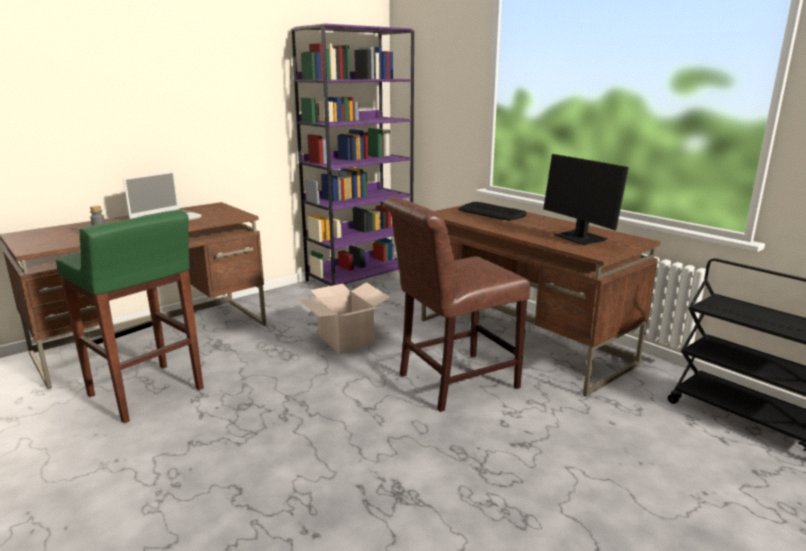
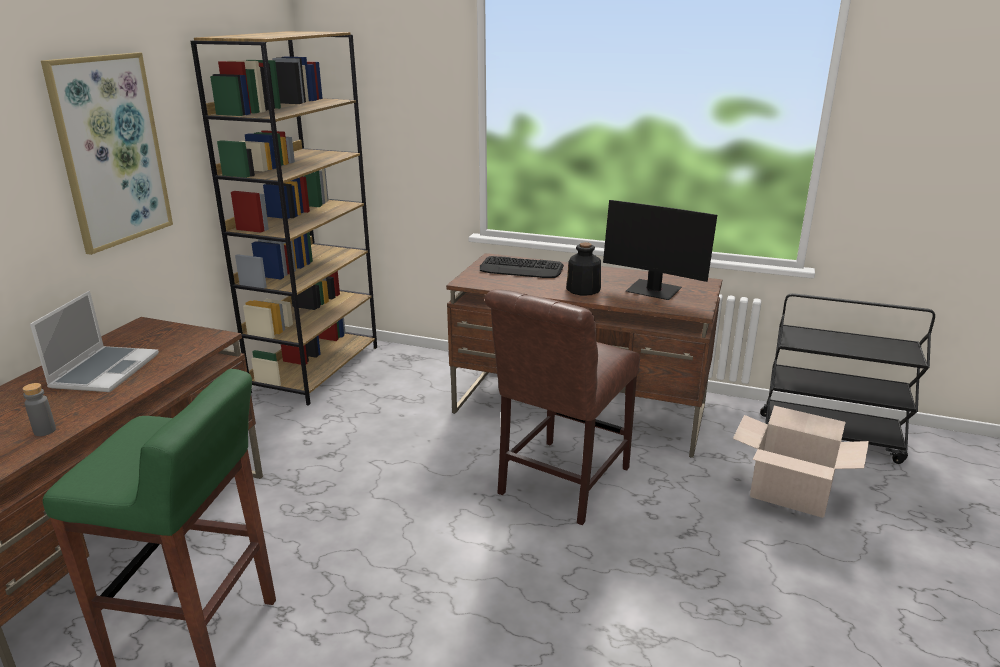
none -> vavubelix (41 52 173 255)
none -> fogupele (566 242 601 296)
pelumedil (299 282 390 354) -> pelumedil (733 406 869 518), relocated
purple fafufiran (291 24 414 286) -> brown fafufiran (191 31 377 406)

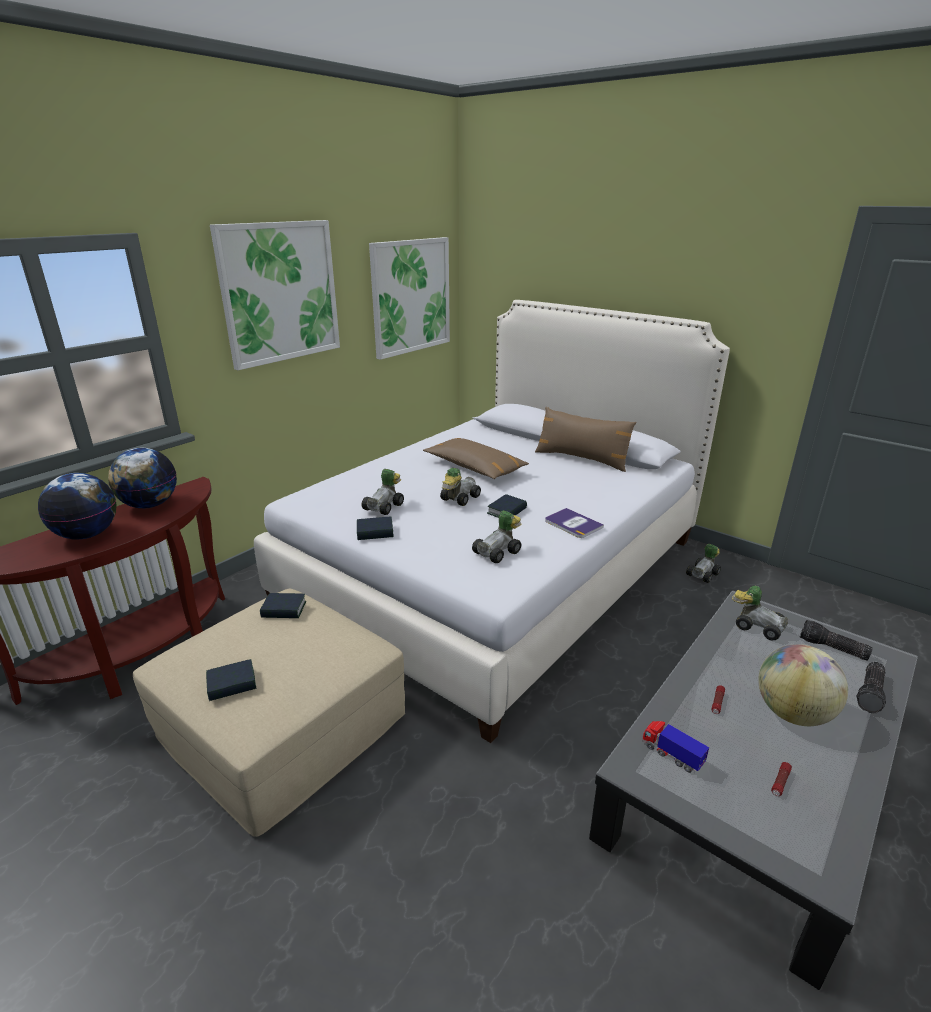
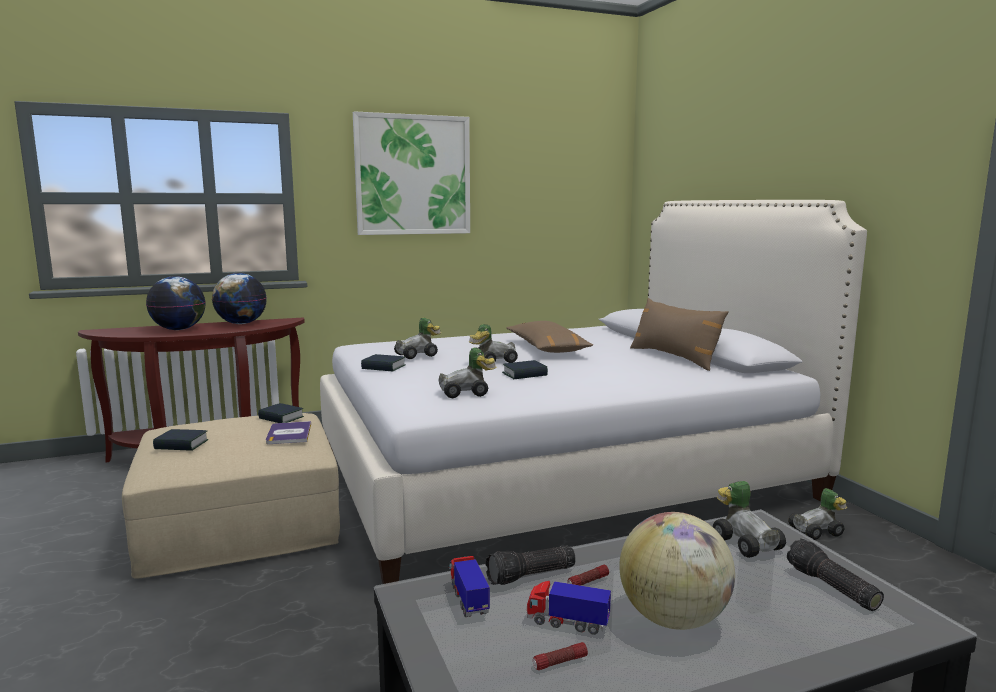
vavubelix (369 237 450 360) -> none
none -> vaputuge (527 581 611 635)
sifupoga (545 508 604 538) -> sifupoga (266 421 311 444), relocated
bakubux (857 662 886 713) -> bakubux (485 546 576 585), relocated

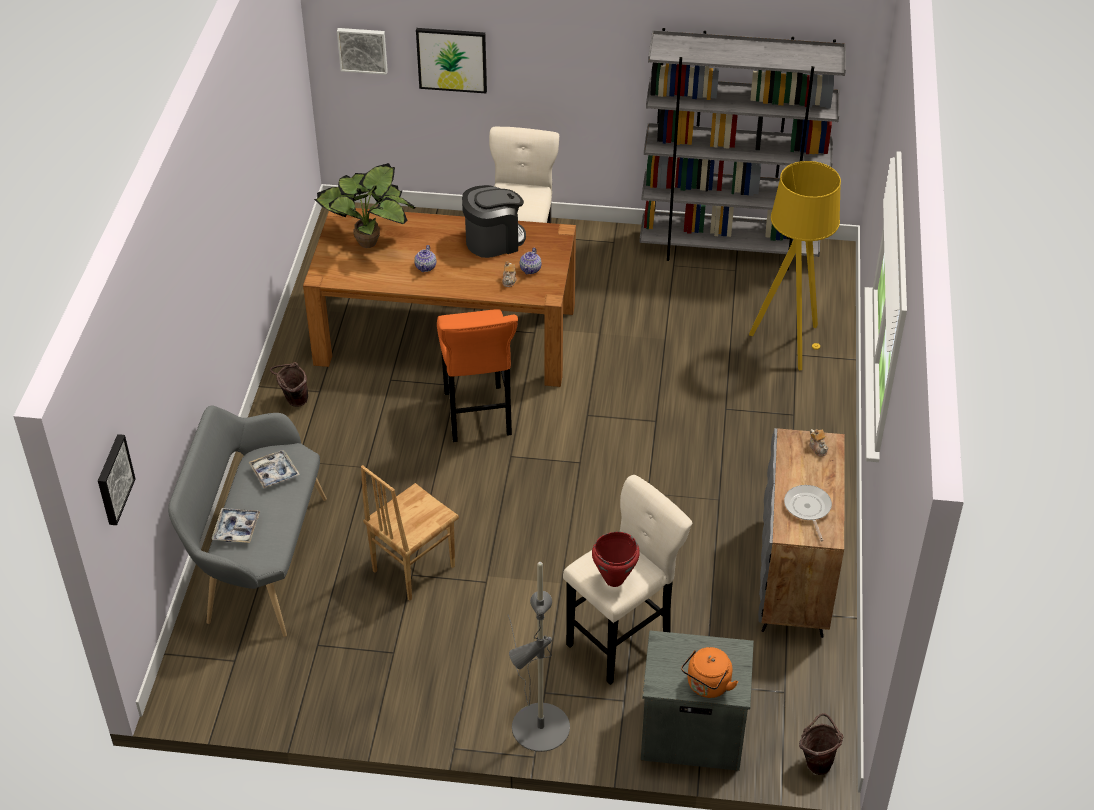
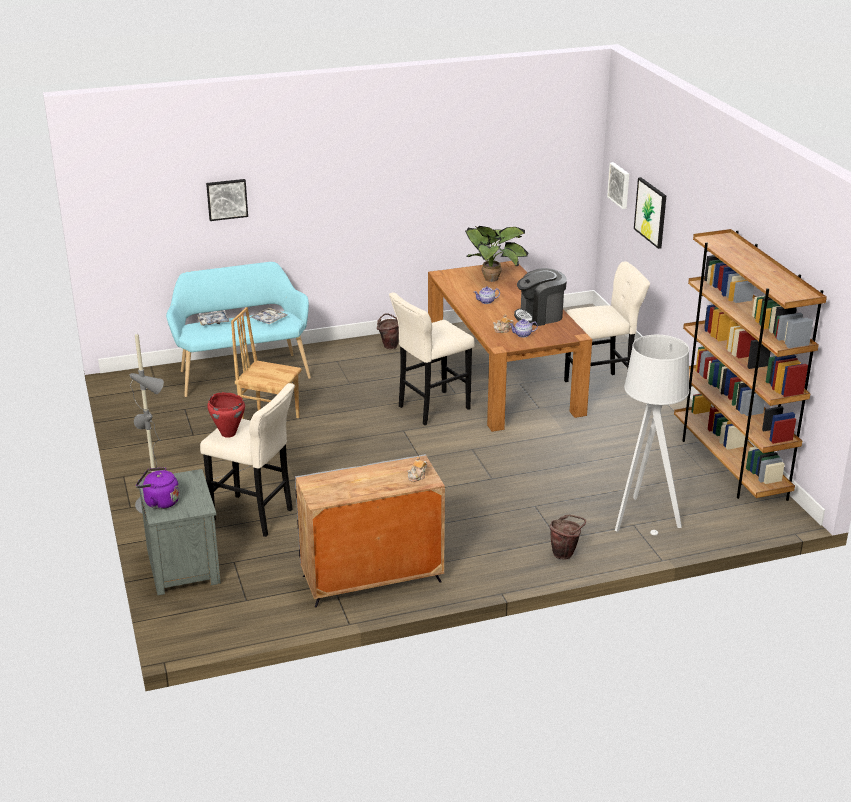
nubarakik (784 485 832 541) -> none
vavubelix (98 434 136 525) -> vavubelix (206 179 248 221), relocated
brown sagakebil (799 713 844 775) -> brown sagakebil (550 515 586 559), relocated
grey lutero (168 405 327 637) -> turquoise lutero (166 262 311 397)
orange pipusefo (437 309 518 442) -> beige pipusefo (389 292 475 425)
grey fafufiran (639 28 846 270) -> brown fafufiran (674 229 827 501)
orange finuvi (681 647 738 698) -> purple finuvi (136 467 179 509)
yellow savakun (749 161 841 371) -> grey savakun (615 335 689 535)
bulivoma (462 185 526 258) -> bulivoma (514 268 567 326), 120 degrees clockwise

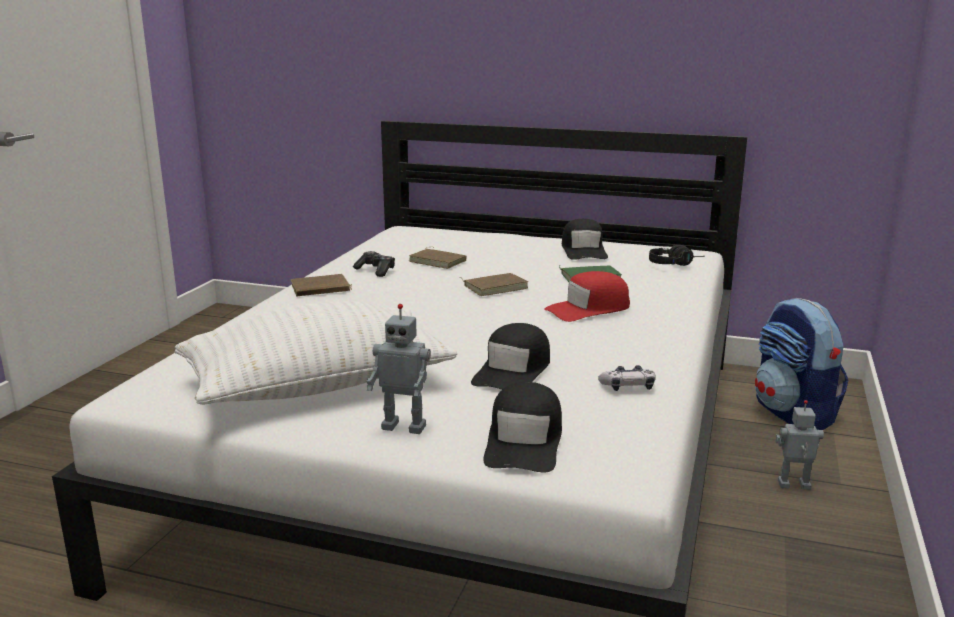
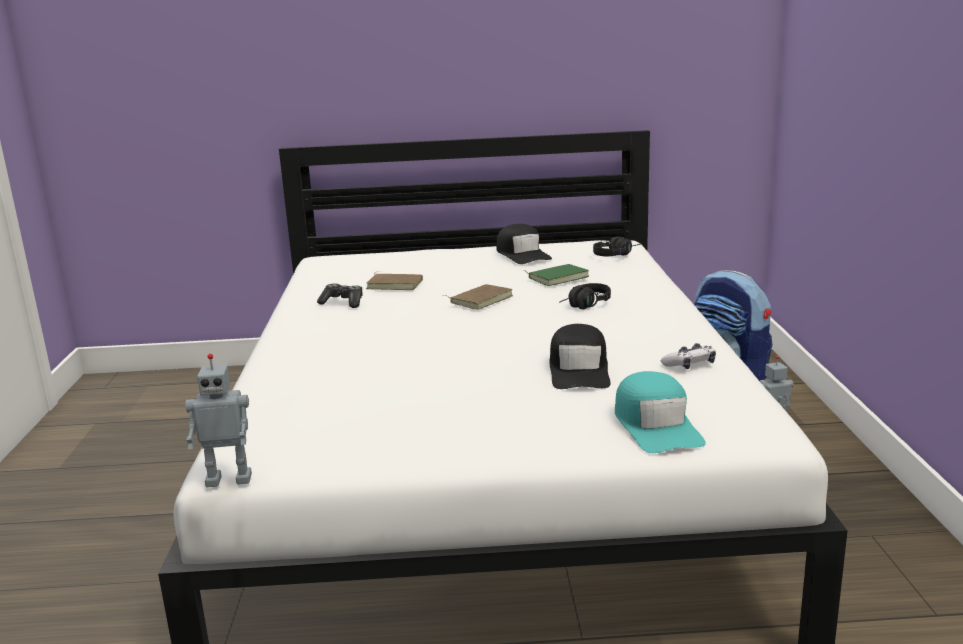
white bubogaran (175 301 457 405) -> none
brown sifupoga (291 274 352 296) -> none
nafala (366 304 431 434) -> nafala (186 354 252 487), relocated
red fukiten (544 271 630 322) -> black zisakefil (560 283 611 309)
black fukiten (483 382 562 472) -> turquoise fukiten (615 371 706 453)

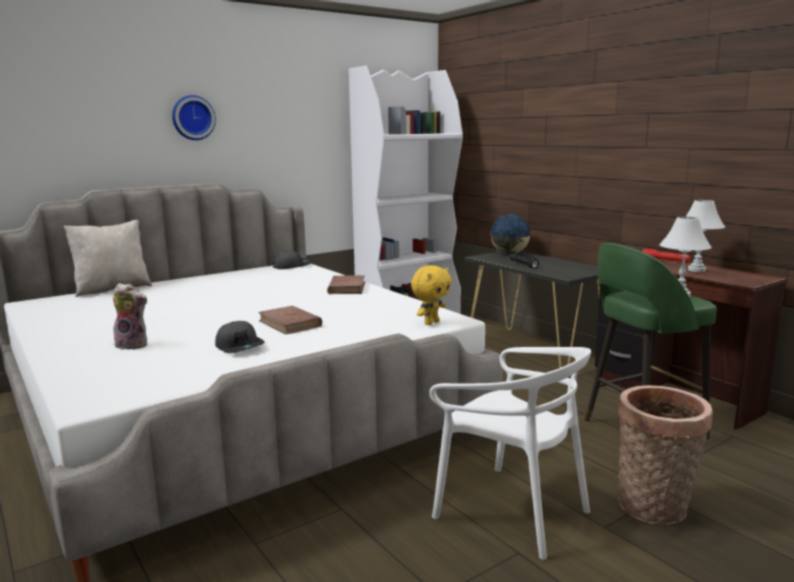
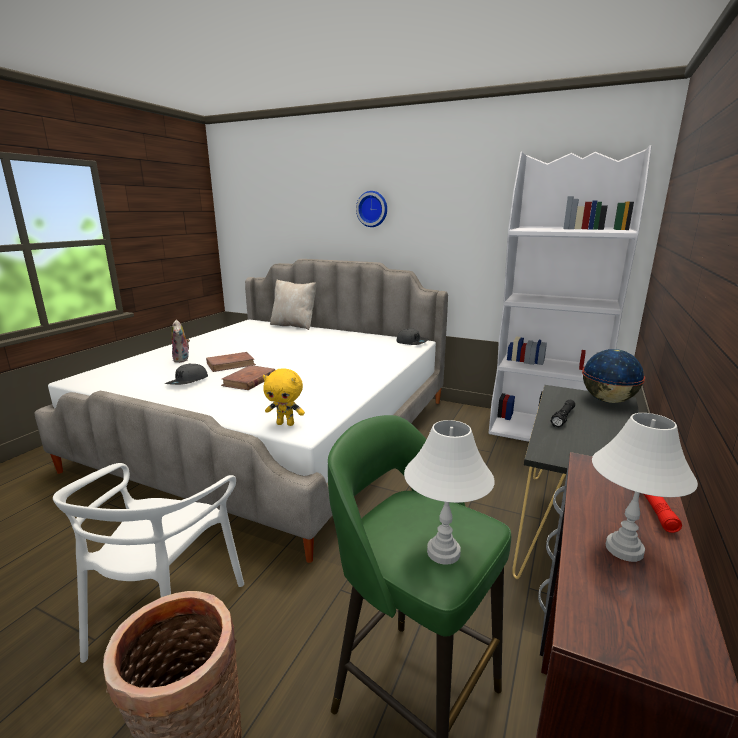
brown sifupoga (327 275 365 294) -> brown sifupoga (206 352 256 372), relocated

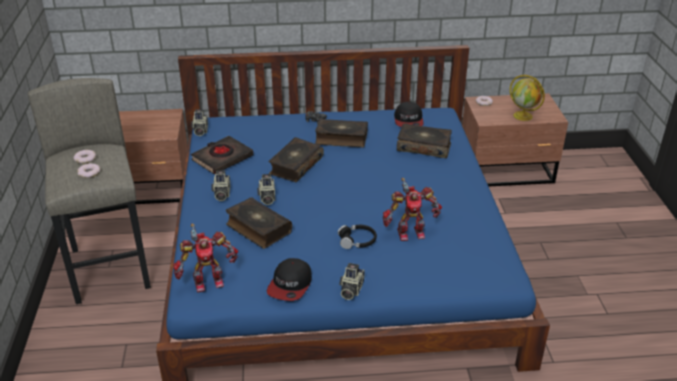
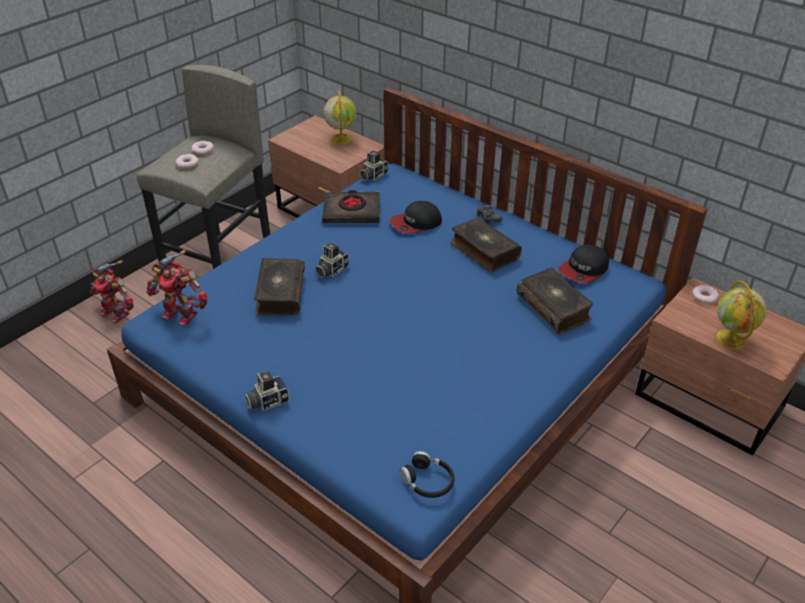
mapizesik (211 170 230 201) -> none
sifupoga (269 137 324 182) -> none
none -> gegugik (323 91 357 144)
fukiten (267 258 312 301) -> fukiten (390 201 442 233), relocated
black zisakefil (338 225 377 249) -> black zisakefil (400 451 454 498), relocated
nafala (383 178 442 241) -> nafala (89 260 133 323), relocated

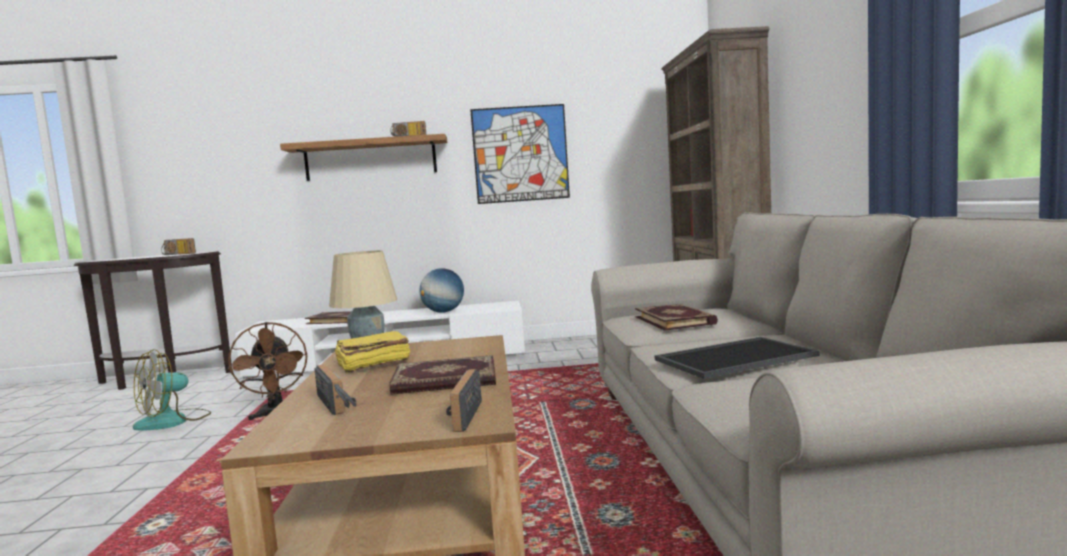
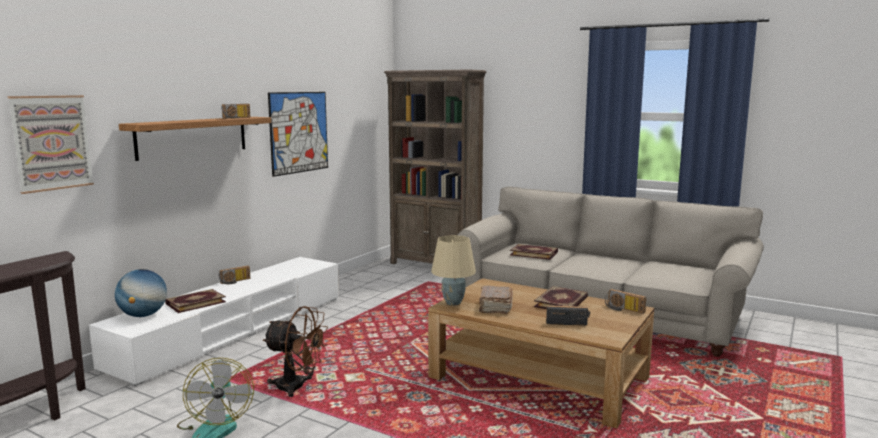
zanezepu (654 337 820 379) -> none
none -> vavubelix (7 95 94 194)
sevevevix (161 238 196 255) -> sevevevix (219 266 250 284), relocated
gegugik (419 268 464 313) -> gegugik (115 269 167 317), relocated
yellow sifupoga (335 331 410 373) -> brown sifupoga (479 285 513 314)

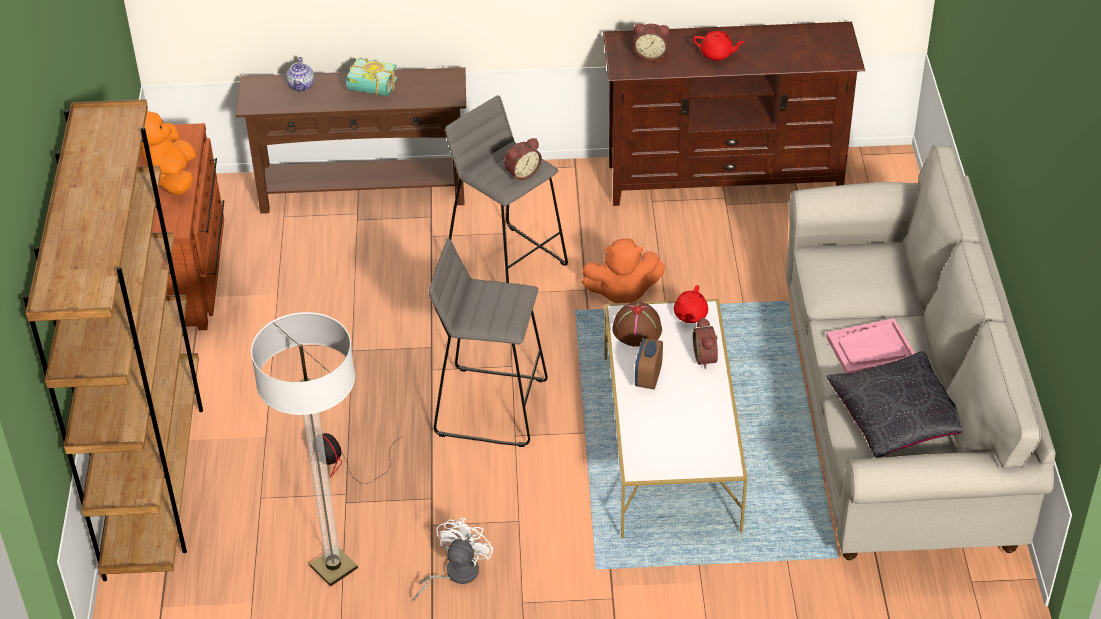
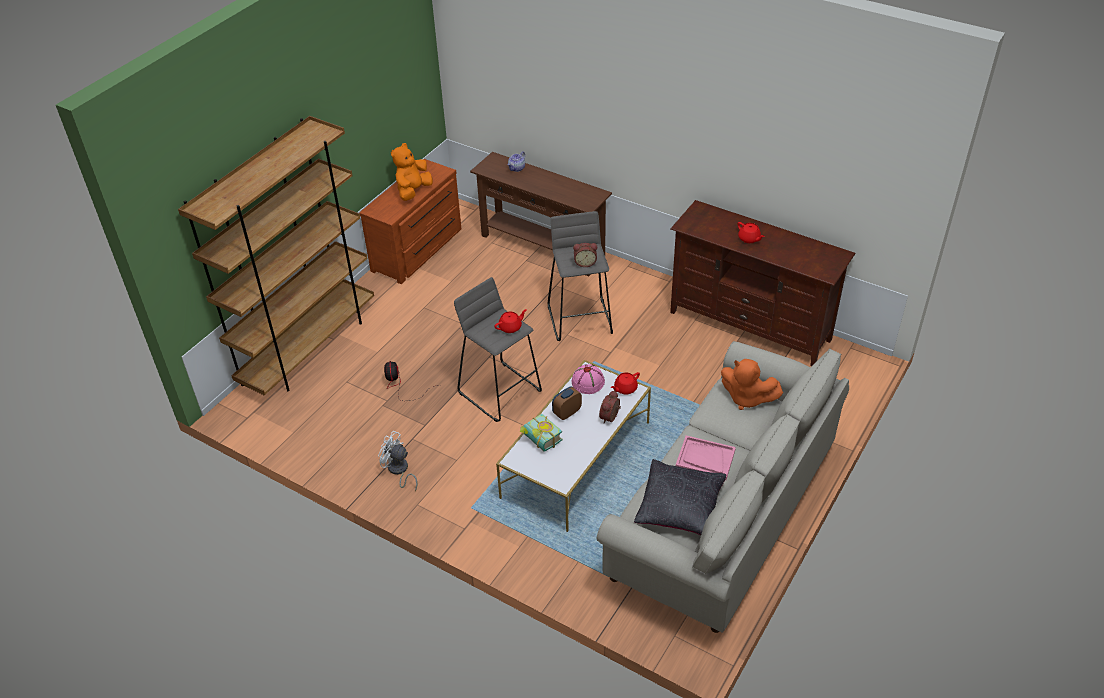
savakun (251 312 358 586) -> none
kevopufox (634 23 669 60) -> none
none -> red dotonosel (494 309 527 333)
sifupoga (346 58 397 96) -> sifupoga (520 414 562 452), relocated
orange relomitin (582 238 665 303) -> orange relomitin (721 359 783 410), relocated
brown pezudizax (612 302 662 347) -> pink pezudizax (571 364 605 394)
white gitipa (413 518 494 601) -> white gitipa (378 431 418 492), 120 degrees counterclockwise

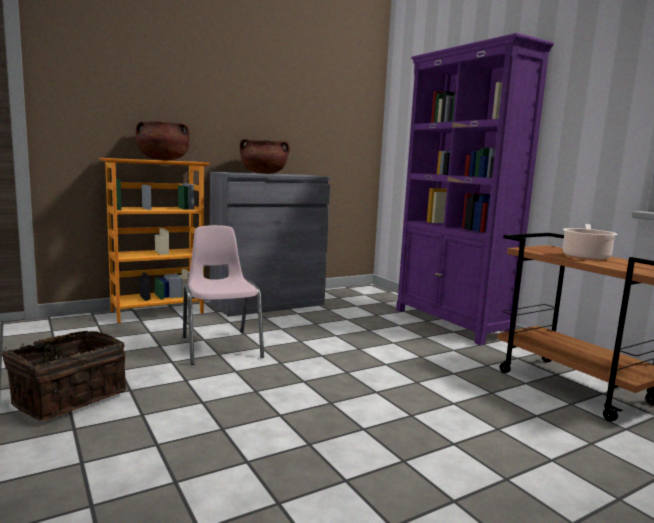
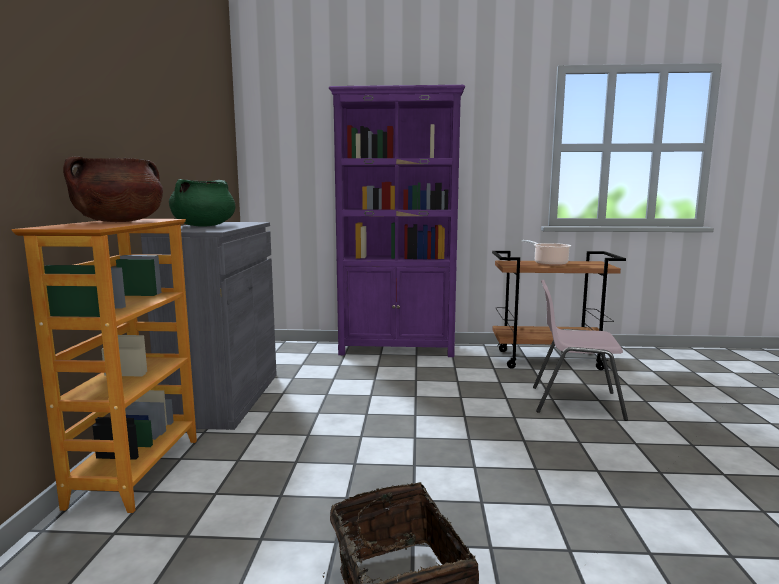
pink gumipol (183 225 264 365) -> pink gumipol (533 280 628 421), relocated
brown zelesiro (240 139 290 174) -> green zelesiro (169 179 235 227)

